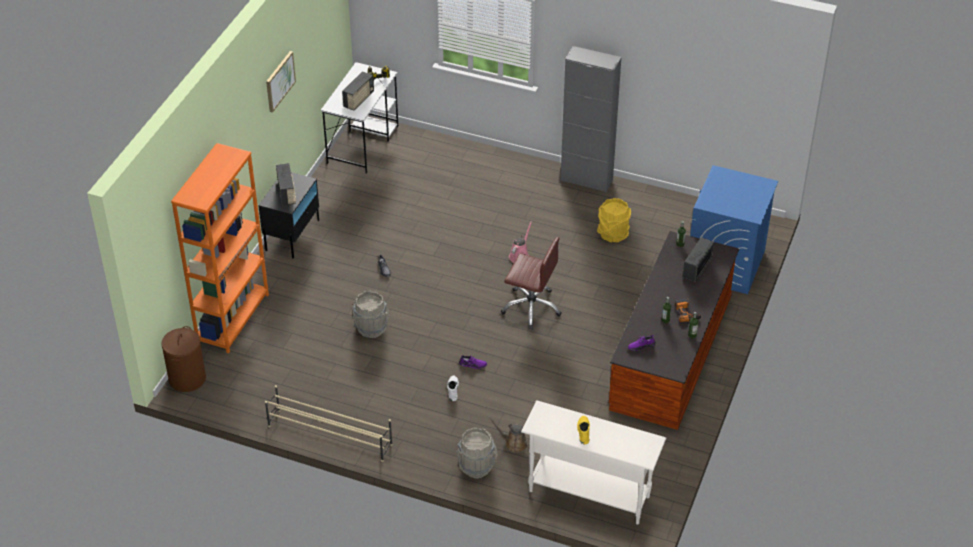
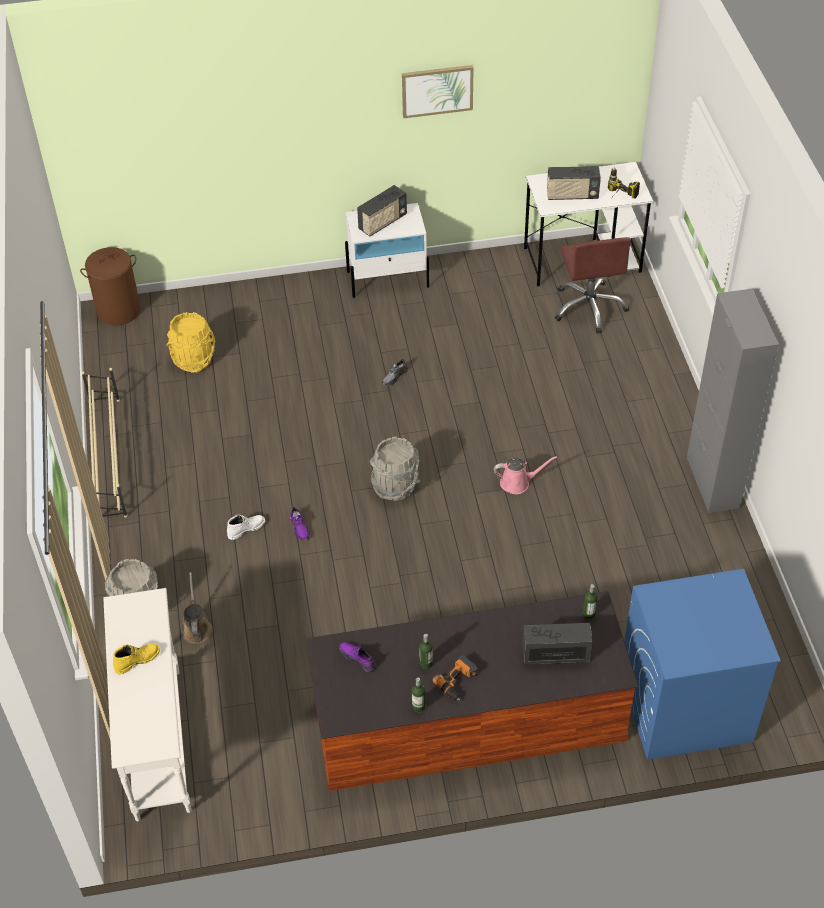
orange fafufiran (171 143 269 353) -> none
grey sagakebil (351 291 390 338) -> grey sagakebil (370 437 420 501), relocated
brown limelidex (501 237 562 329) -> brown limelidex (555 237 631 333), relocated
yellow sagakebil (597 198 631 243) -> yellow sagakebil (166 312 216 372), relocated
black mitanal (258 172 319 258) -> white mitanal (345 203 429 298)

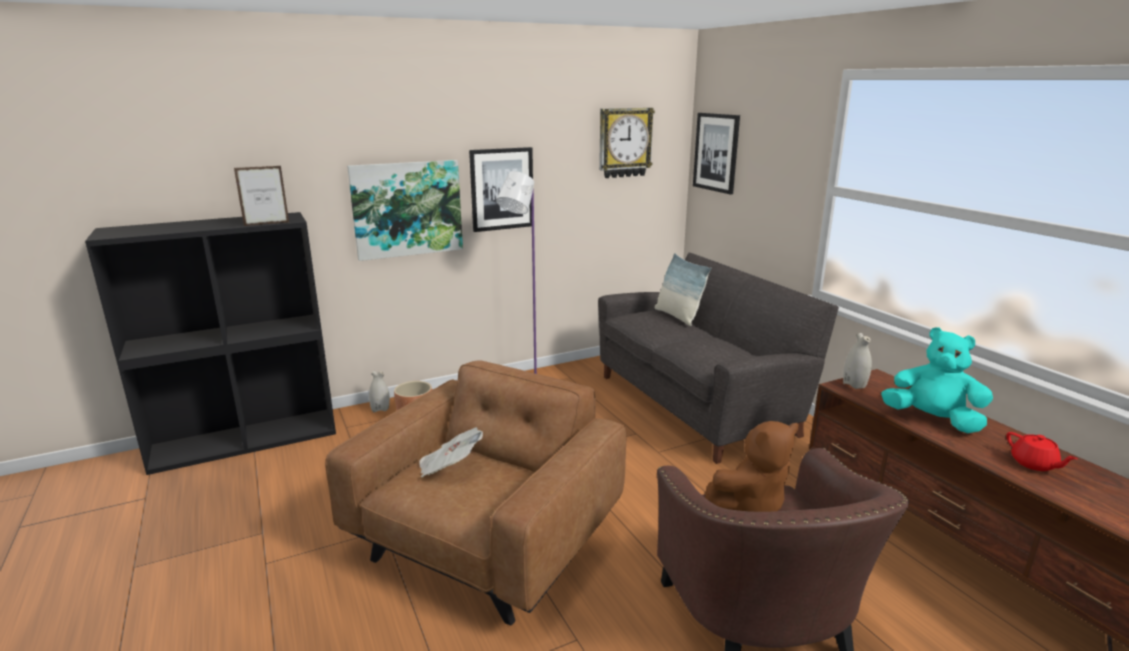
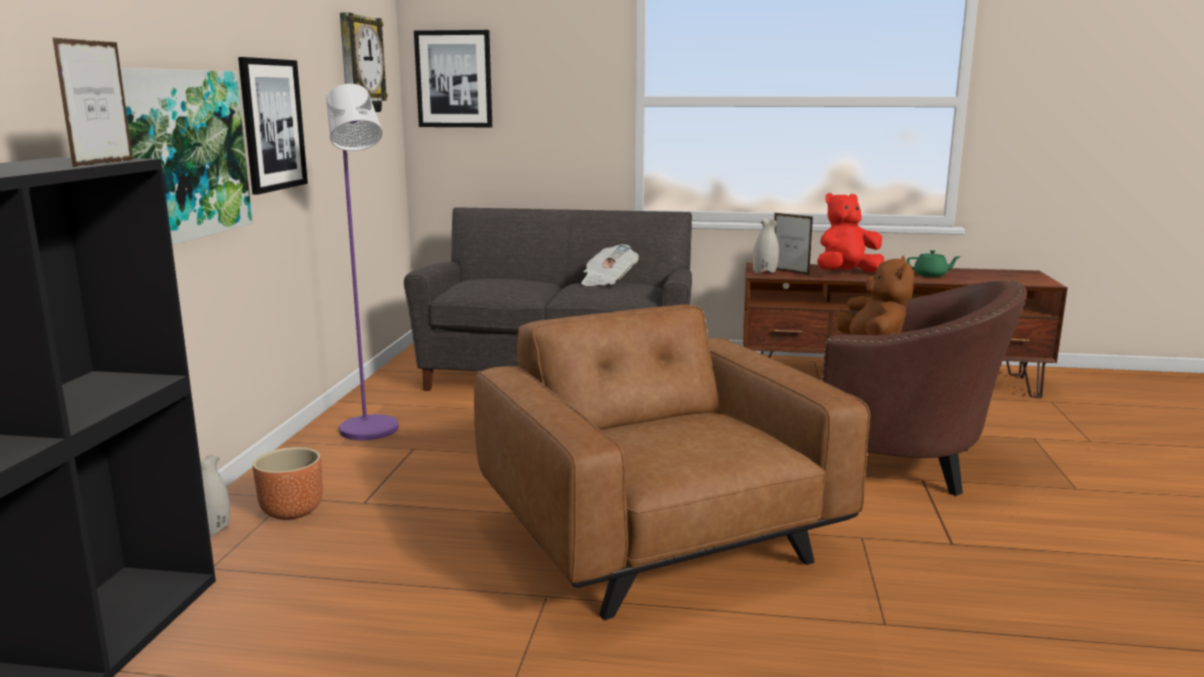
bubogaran (655 253 711 326) -> none
none -> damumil (774 213 813 275)
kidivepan (419 427 483 477) -> kidivepan (581 244 639 286), relocated
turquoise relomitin (881 327 993 433) -> red relomitin (817 193 884 273)
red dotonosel (1006 432 1078 471) -> green dotonosel (907 250 961 277)

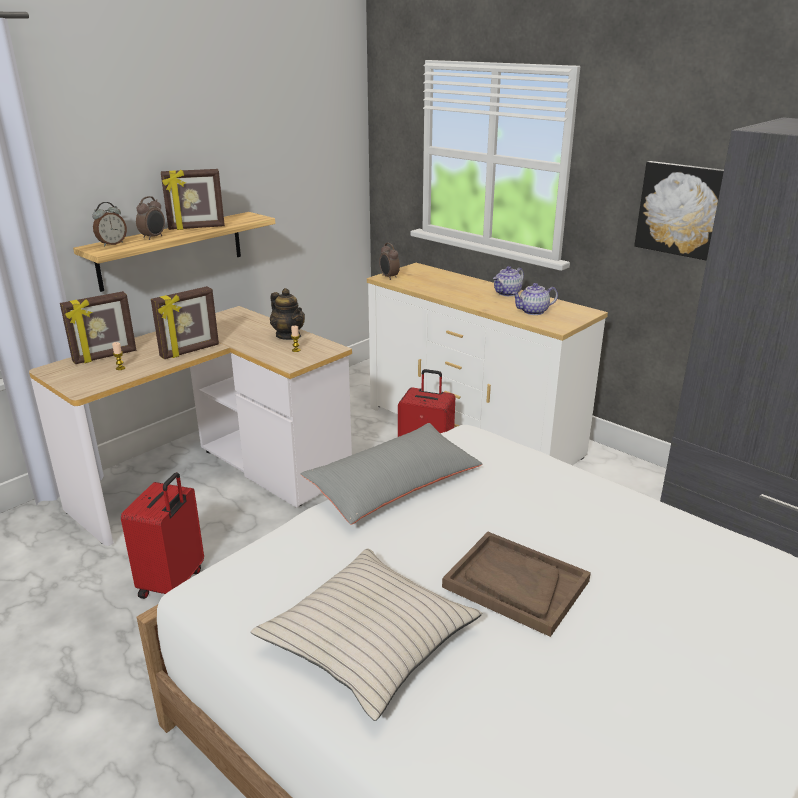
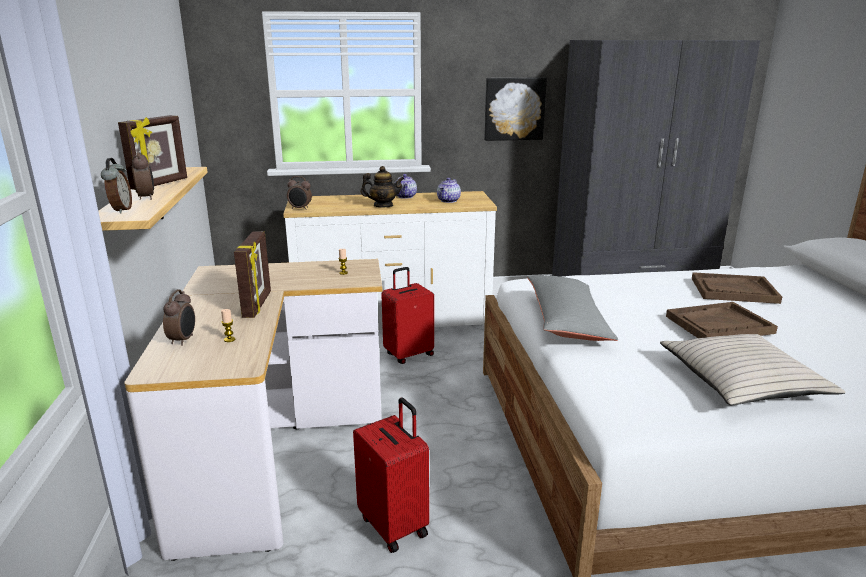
none -> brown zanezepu (692 272 782 304)
dotonosel (270 288 305 340) -> dotonosel (360 166 404 207), relocated
damumil (60 291 136 364) -> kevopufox (163 289 195 346)

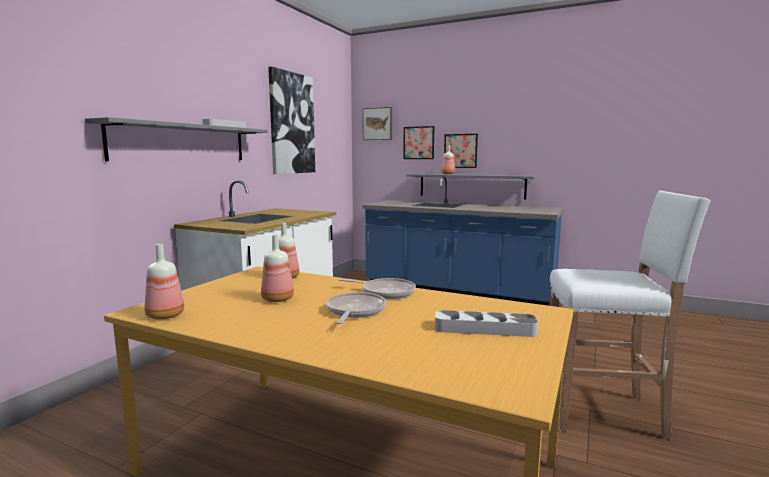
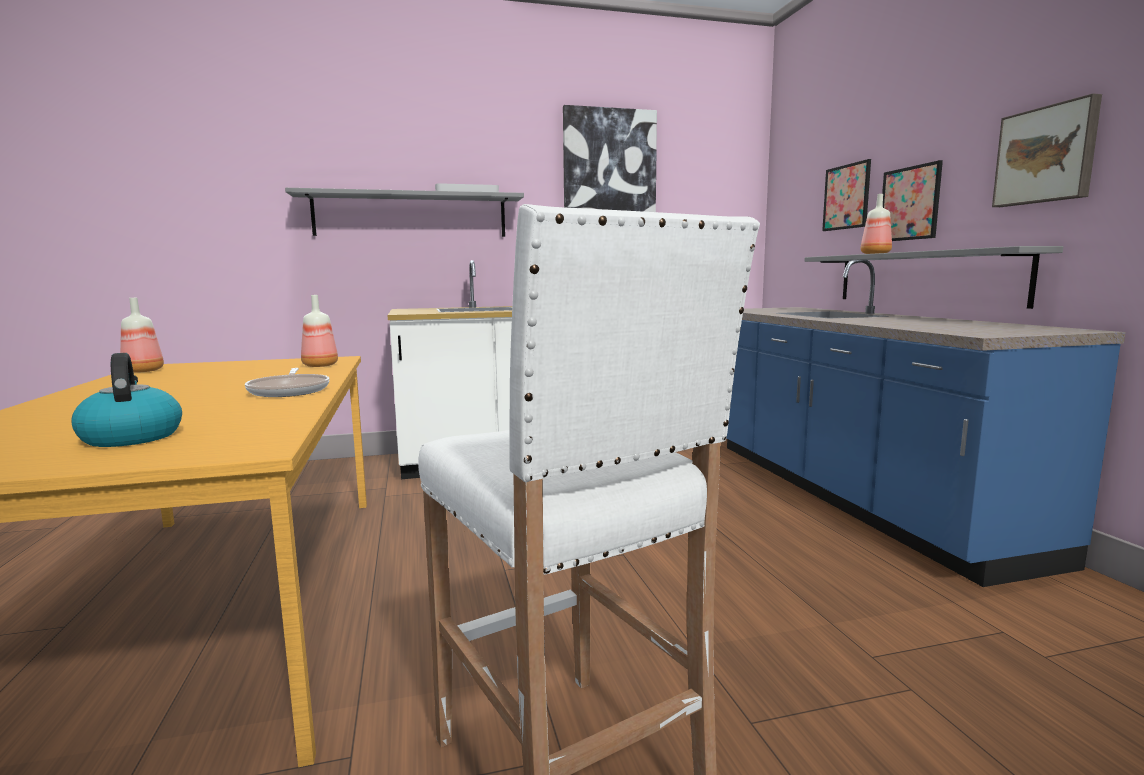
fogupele (261 234 294 302) -> none
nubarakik (326 292 386 324) -> none
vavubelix (363 107 392 140) -> vavubelix (992 94 1102 207), relocated
grey zanezepu (435 310 538 337) -> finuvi (71 353 182 447)

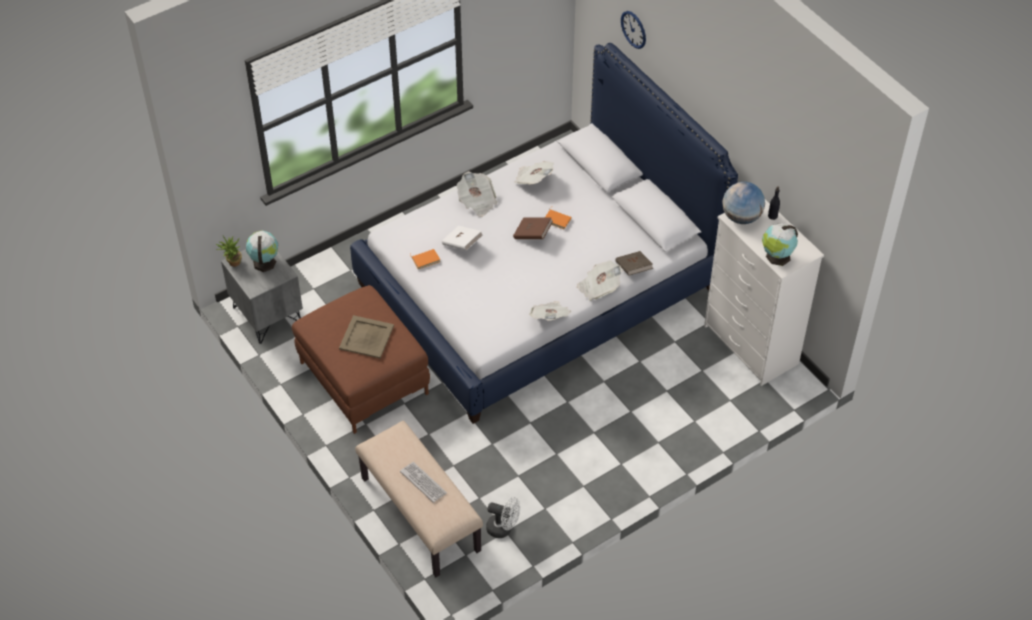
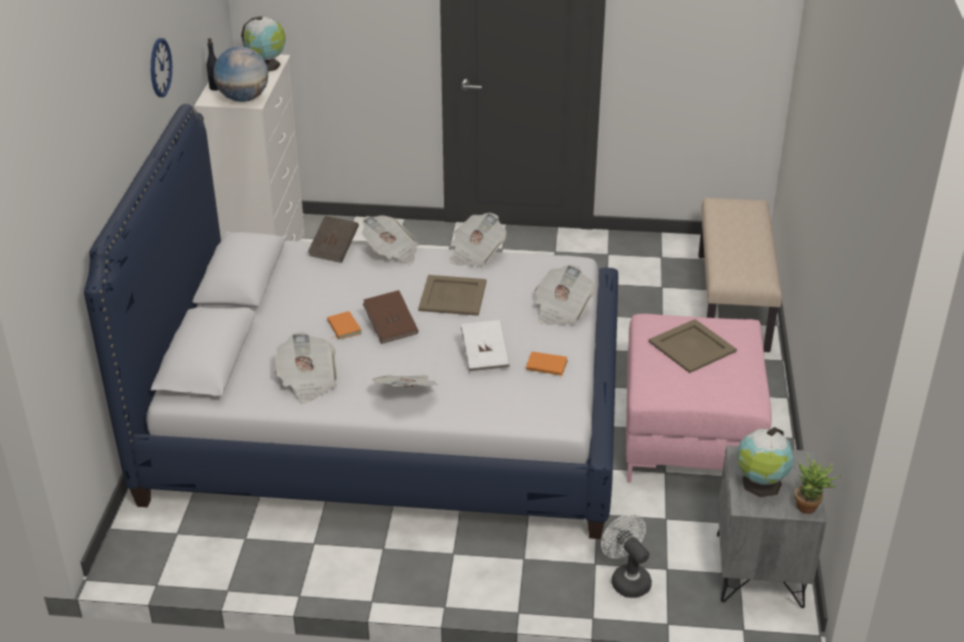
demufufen (400 462 447 503) -> none
none -> beige zanezepu (418 275 487 316)
none -> kidivepan (535 265 595 325)
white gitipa (486 497 520 538) -> white gitipa (601 514 652 598), relocated
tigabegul (621 11 646 49) -> tigabegul (151 38 172 97), relocated
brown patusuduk (292 285 430 434) -> pink patusuduk (626 314 772 482)

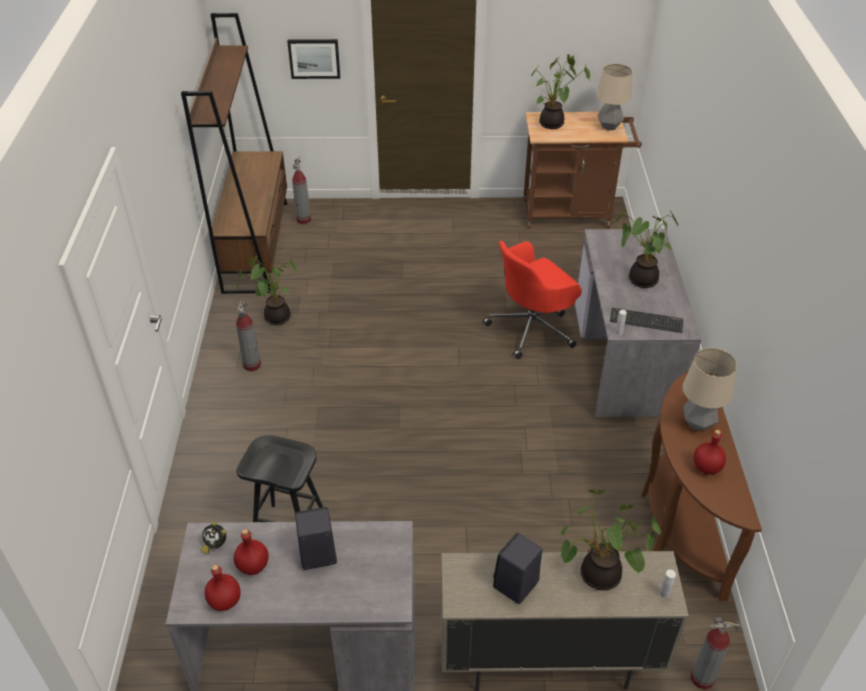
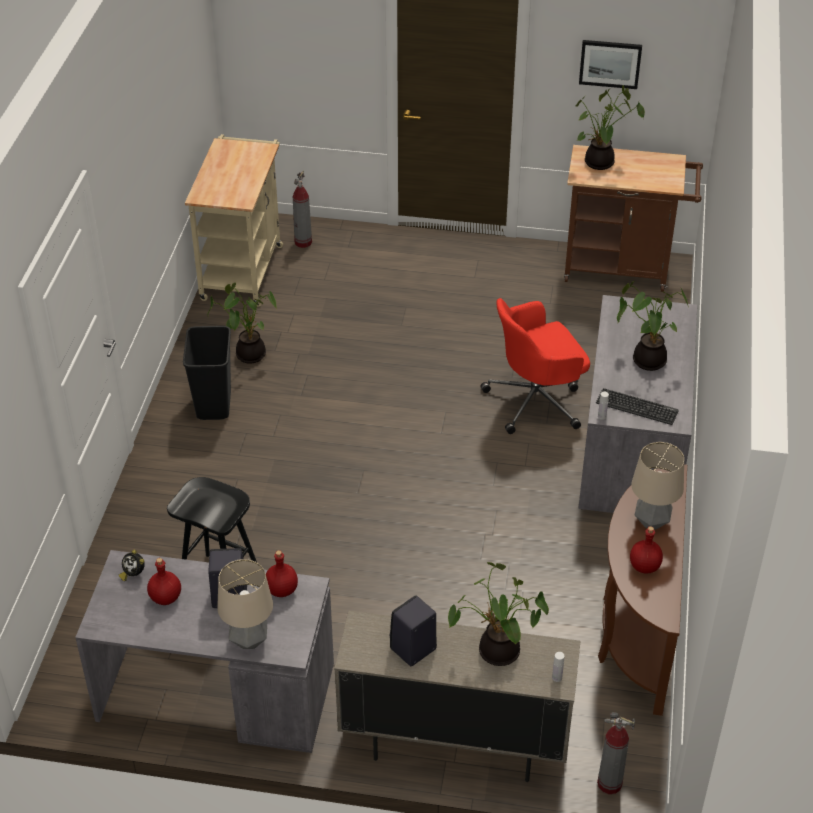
red fogupele (205 565 241 611) -> red fogupele (266 550 298 597), relocated
vavubelix (287 39 340 79) -> vavubelix (579 40 642 89), relocated
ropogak (596 64 632 130) -> ropogak (217 559 273 649), relocated
brown fafufiran (181 13 287 294) -> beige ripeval (185 134 283 307)
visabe (236 301 261 371) -> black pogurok (183 326 231 420)

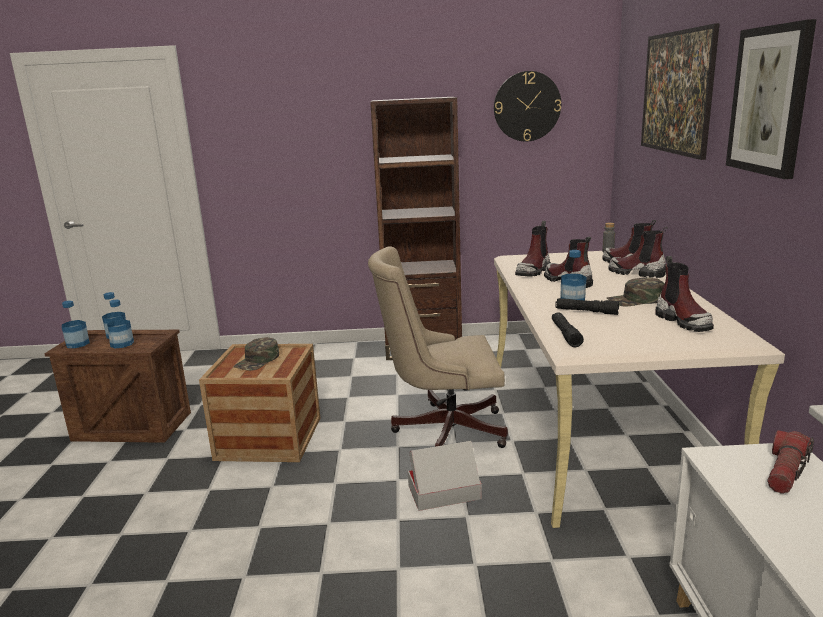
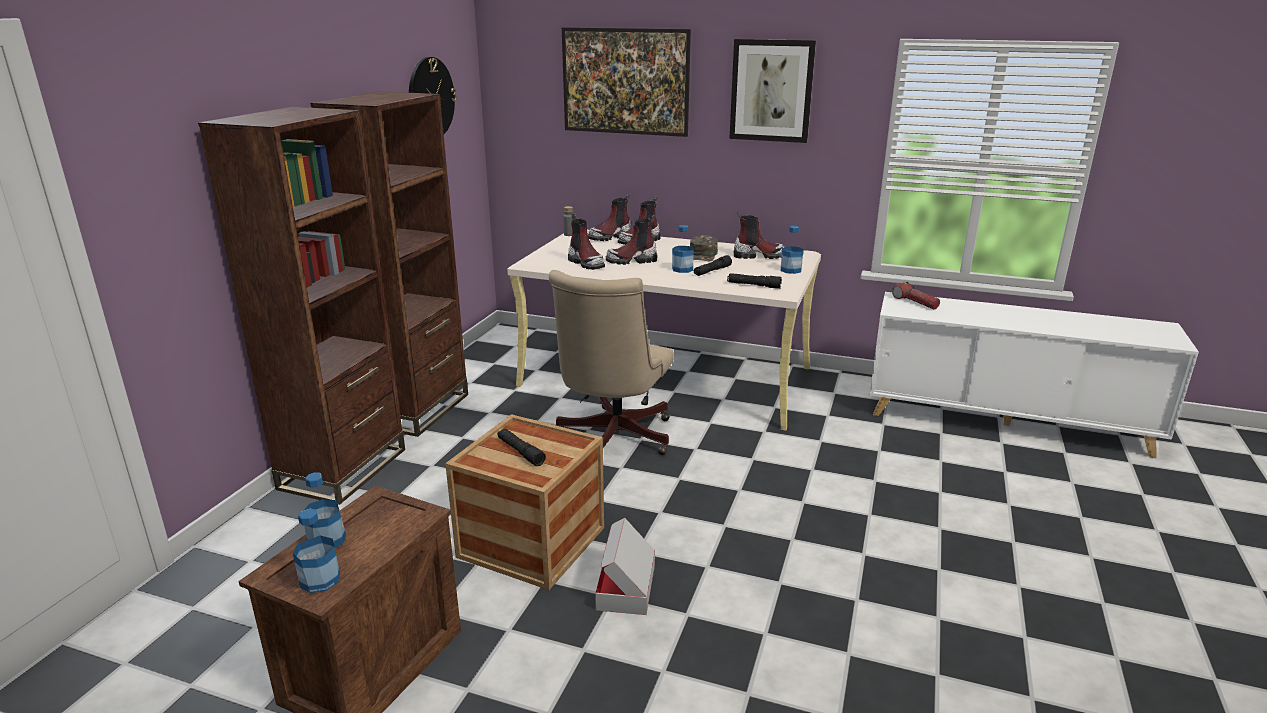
none -> brown fafufiran (198 107 405 505)
fogupele (107 299 134 348) -> fogupele (781 225 804 274), relocated
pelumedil (408 441 482 511) -> pelumedil (595 518 655 615), relocated
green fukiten (234 337 279 371) -> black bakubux (497 429 546 466)

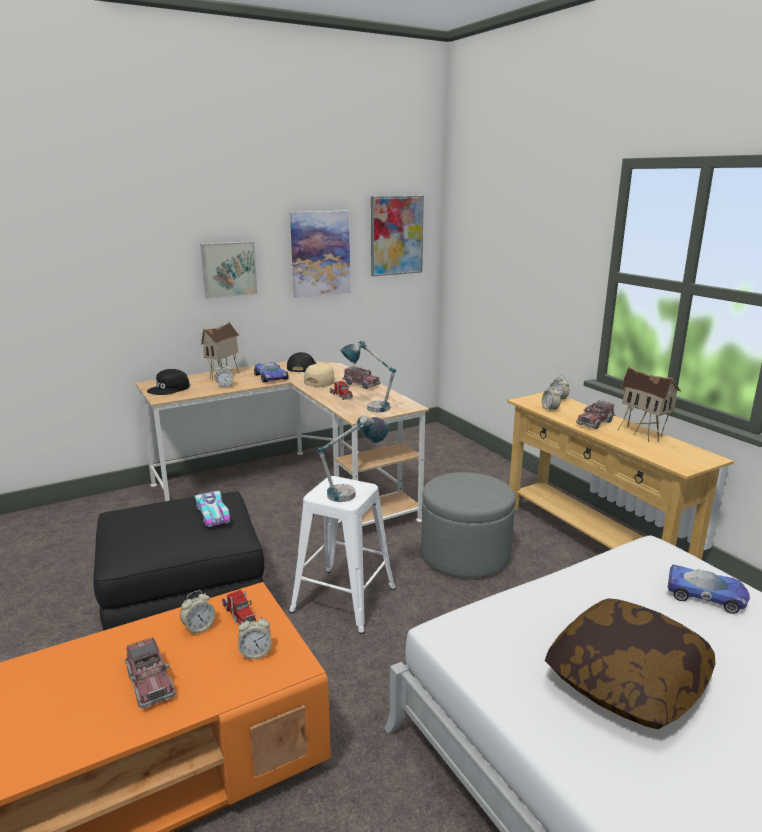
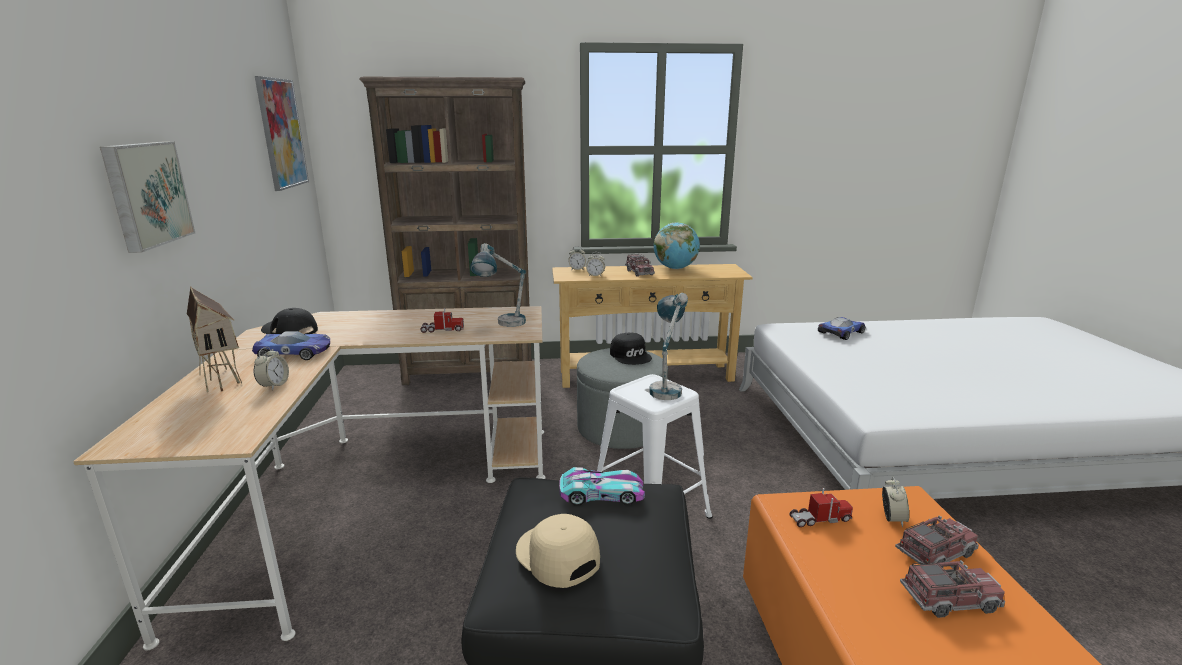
kevopufox (180 590 216 636) -> none
vavubelix (290 211 350 298) -> none
bubogaran (545 598 715 729) -> none
none -> brown fafufiran (359 77 531 385)
black fukiten (147 369 190 395) -> black fukiten (610 332 652 365), relocated
beige fukiten (304 364 340 387) -> beige fukiten (516 514 600 588), relocated
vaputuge (342 366 380 389) -> vaputuge (895 516 979 565), relocated
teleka (618 366 681 442) -> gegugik (654 222 700 269)

